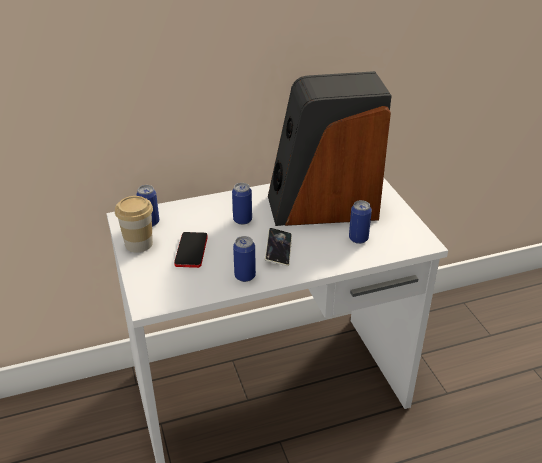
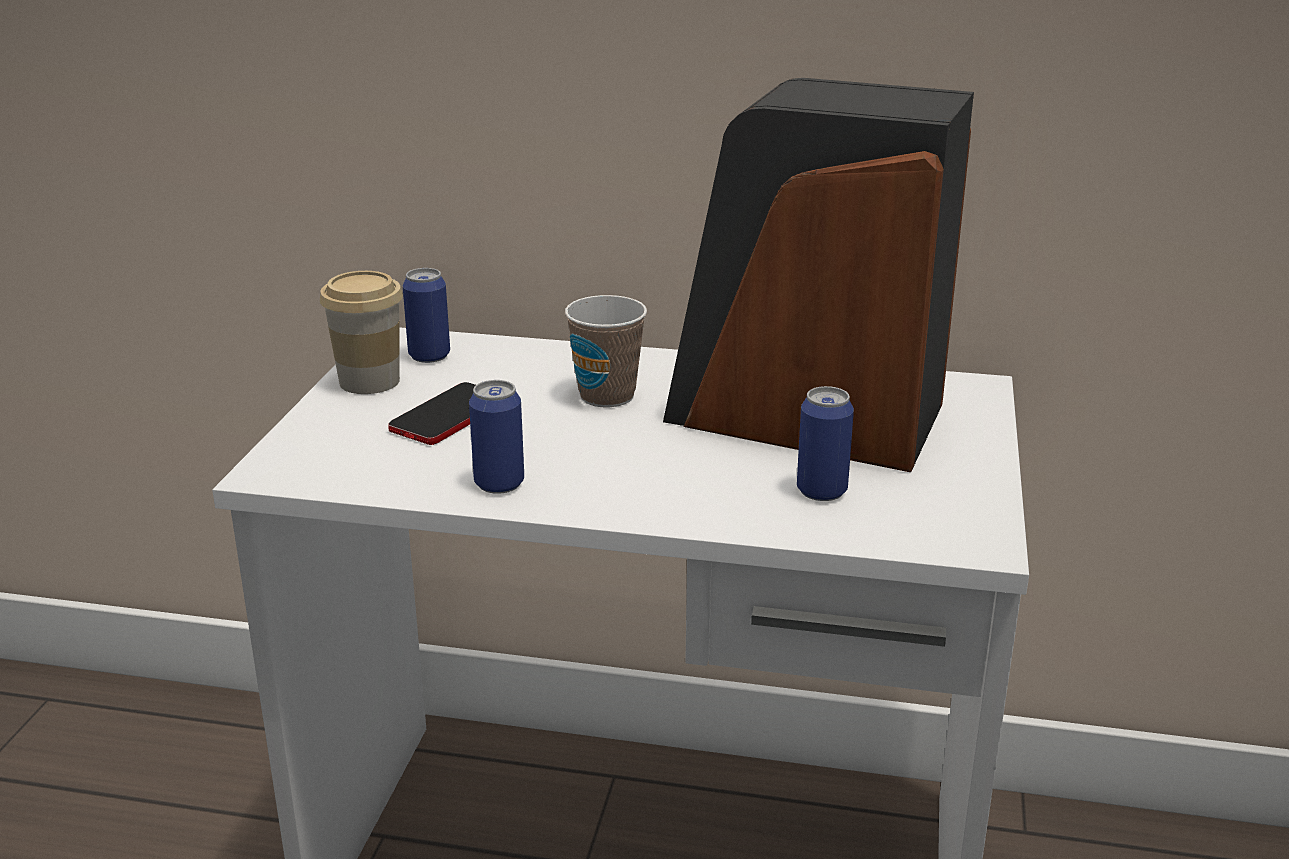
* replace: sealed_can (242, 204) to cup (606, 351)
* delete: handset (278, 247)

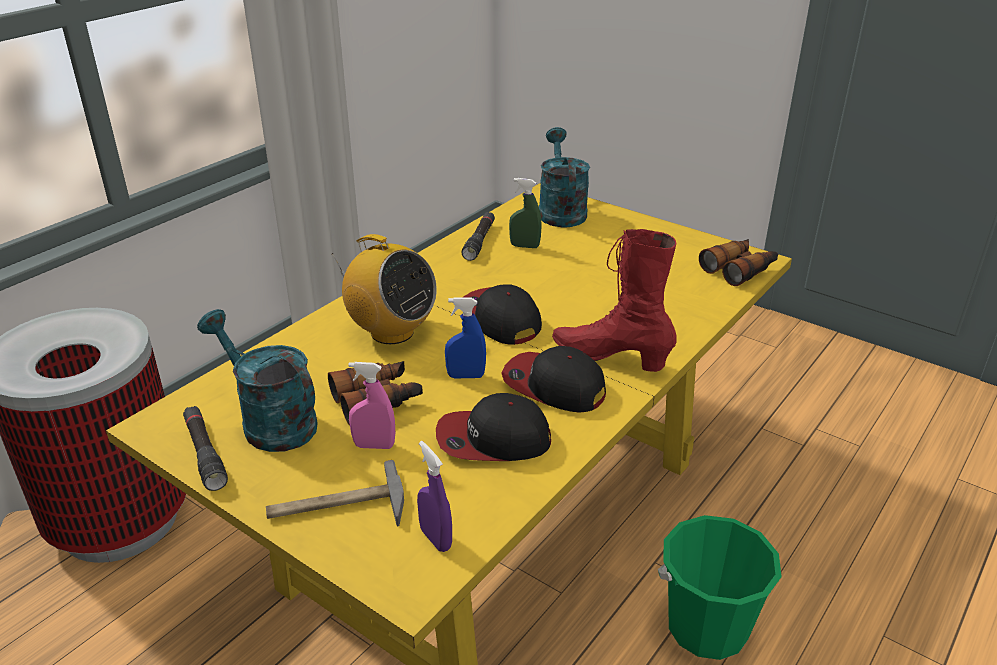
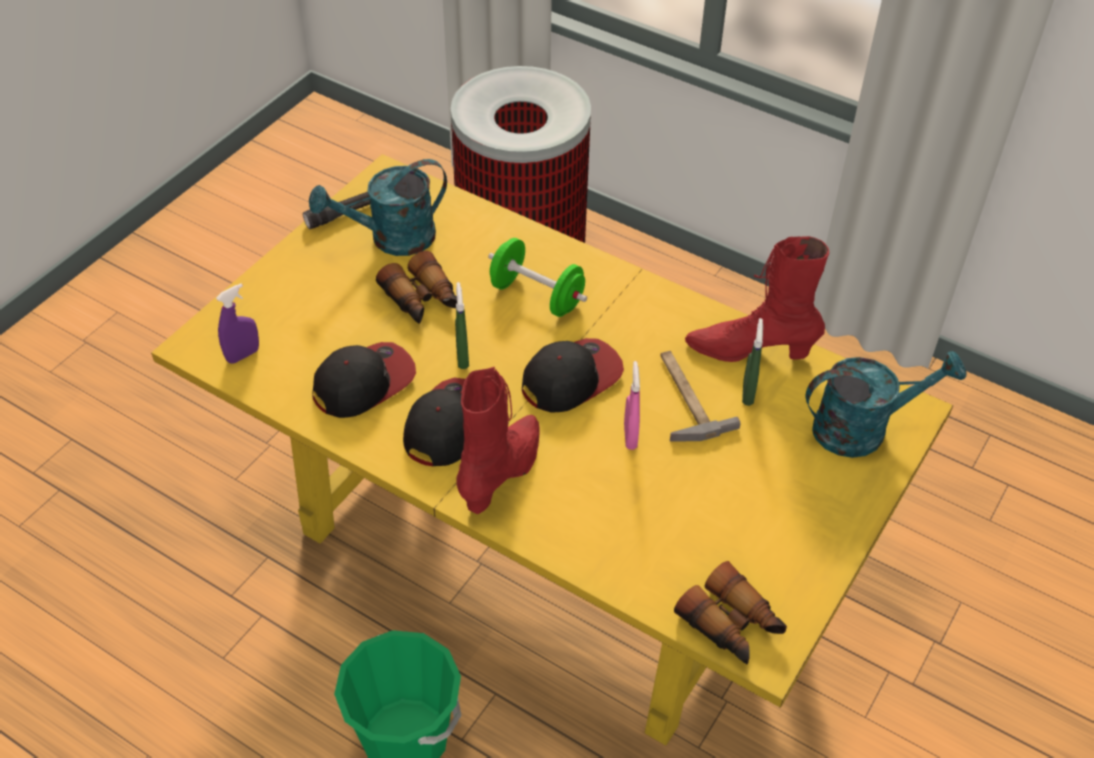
* rotate: turquoise_sprinkling_can (257, 380) = (378, 207) 150 degrees counterclockwise
* move: hammer (335, 493) to (700, 396)
* replace: radio_set (384, 289) to green_hand_weight (537, 277)
* move: pink-coloured_spray_bottle (371, 405) to (632, 405)
* rotate: peaked_cap (493, 427) = (364, 380) 60 degrees clockwise
* recolor: bluish_spray_bottle (465, 337) to green_spray_bottle (462, 325)
* replace: blackish_flashlight (478, 236) to red_tall_boot (757, 299)

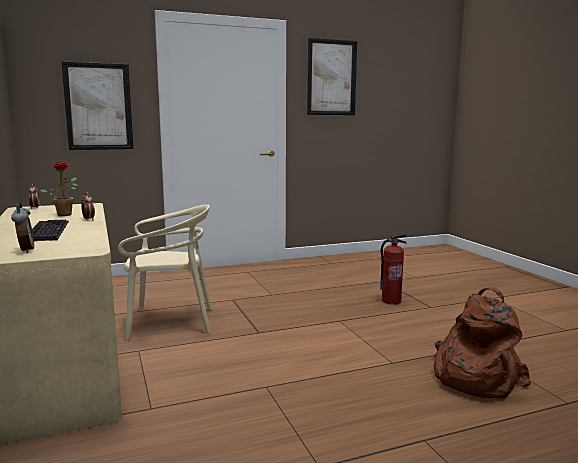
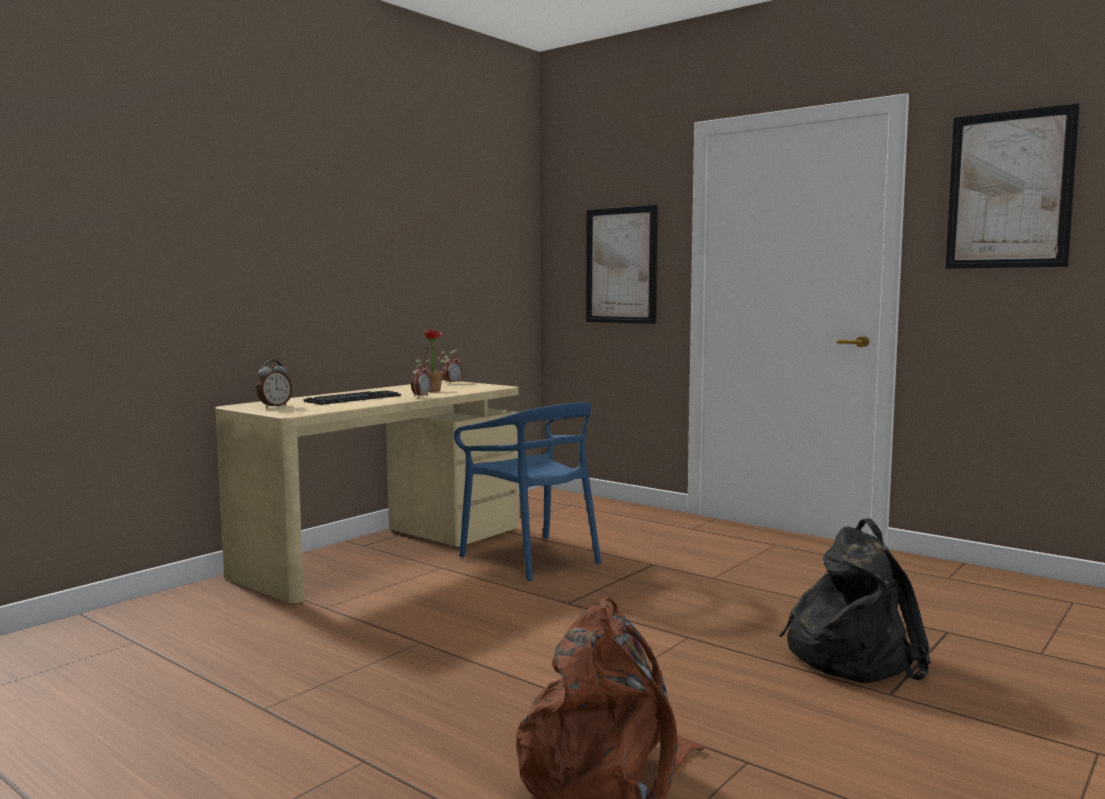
* recolor: sand-coloured_chair (165, 272) to bluish_chair (527, 491)
* replace: extinguisher (393, 269) to blackish_rucksack (855, 600)

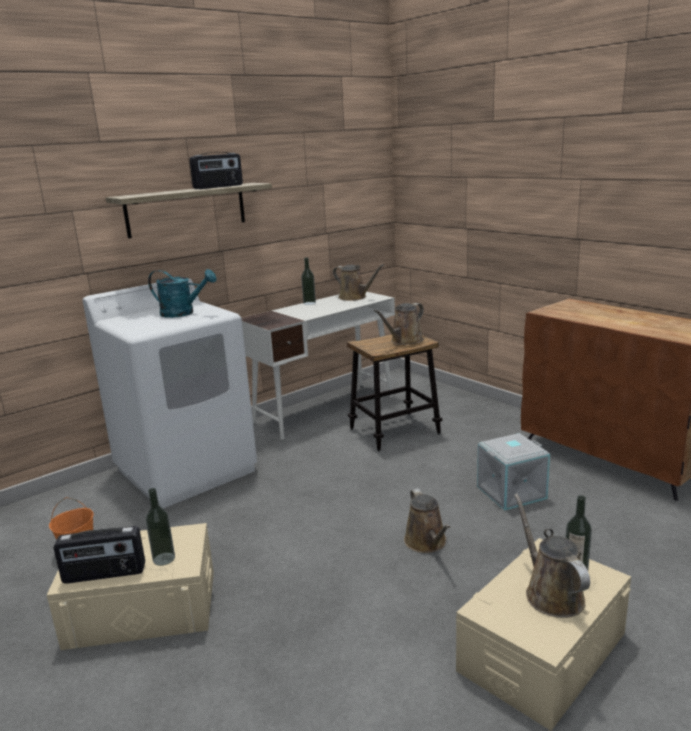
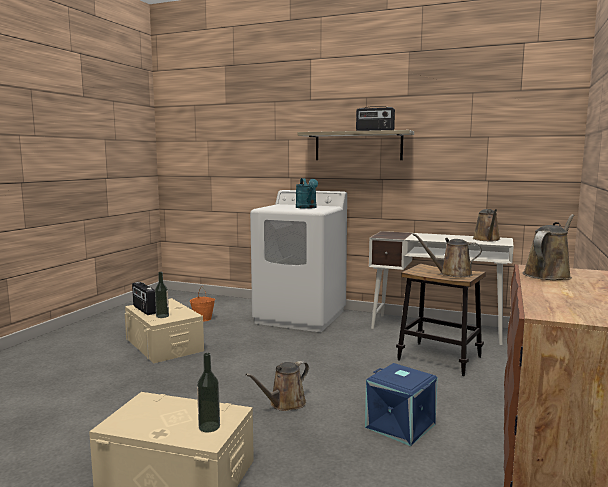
* delete: bottle (308, 281)
* recolor: grey_storage_box (513, 472) to bluish_storage_box (401, 404)
* move: brown_sprinkling_can (552, 555) to (548, 247)

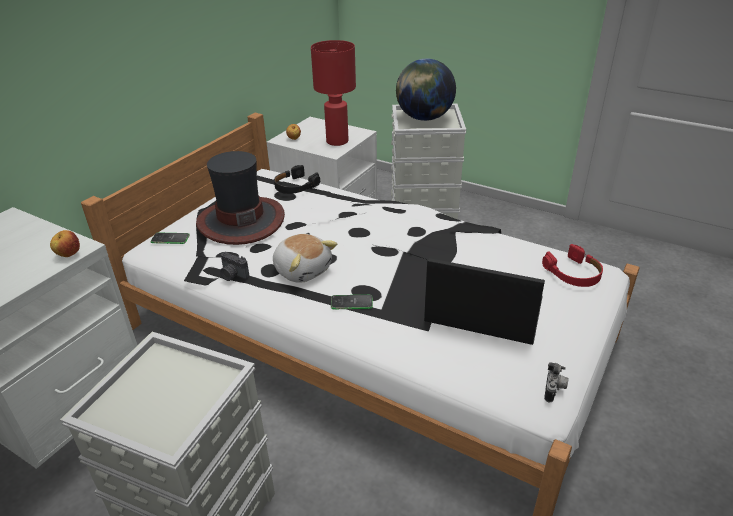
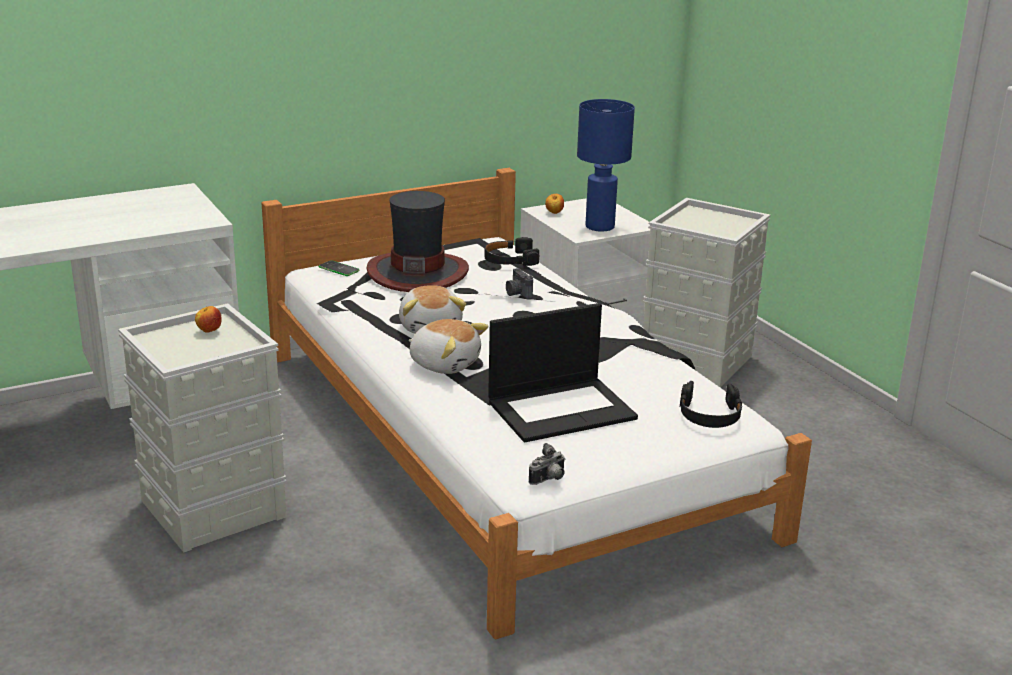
* move: apple (65, 243) to (208, 319)
* move: still_camera (235, 266) to (519, 283)
* recolor: red_table_lamp (333, 93) to bluish_table_lamp (606, 165)
* replace: handset (352, 302) to soft_toy (448, 346)
* delete: desk_globe (426, 89)
* rotate: portable_computer (484, 301) = (563, 372) 105 degrees clockwise
* recolor: red_headphones (572, 265) to blackish_headphones (711, 404)

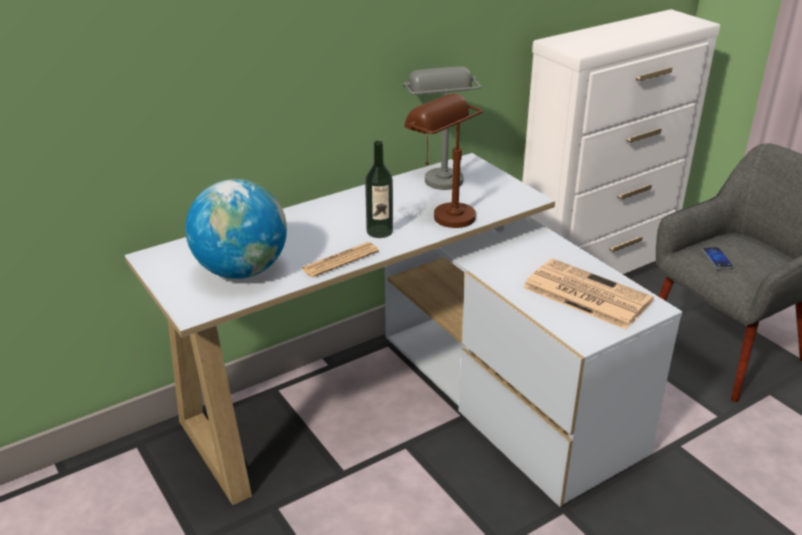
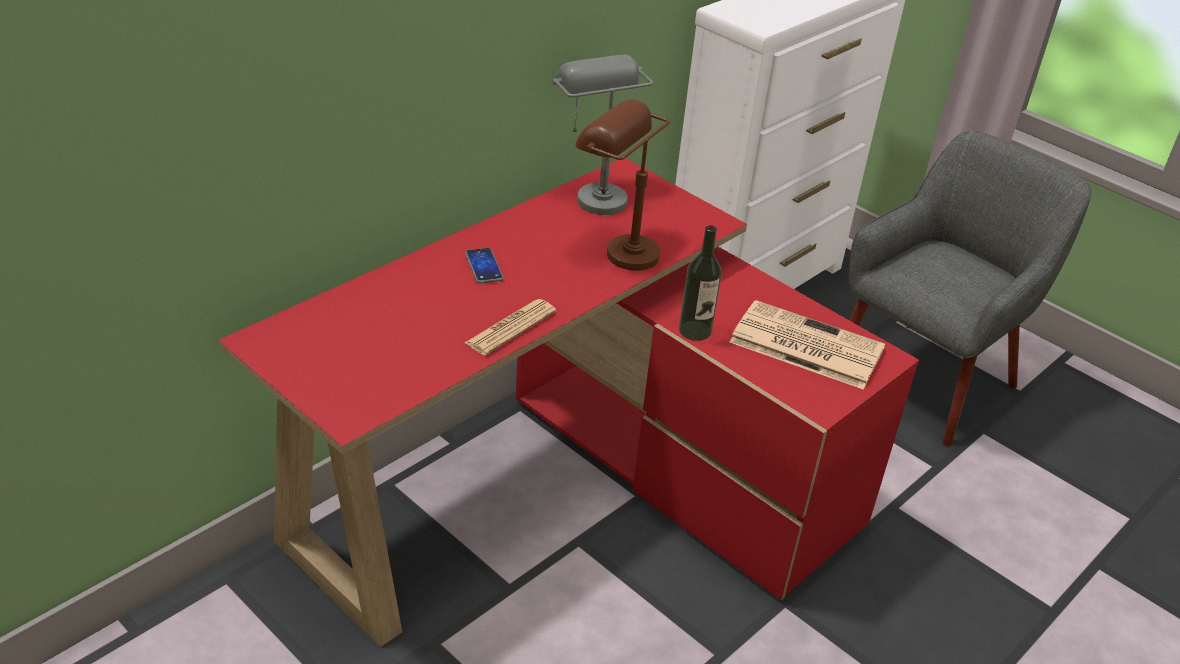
* recolor: white-coloured_desk_table (403, 330) to red_desk_table (568, 402)
* delete: desk_globe (236, 229)
* move: bottle (379, 189) to (700, 283)
* move: handset (718, 258) to (484, 265)

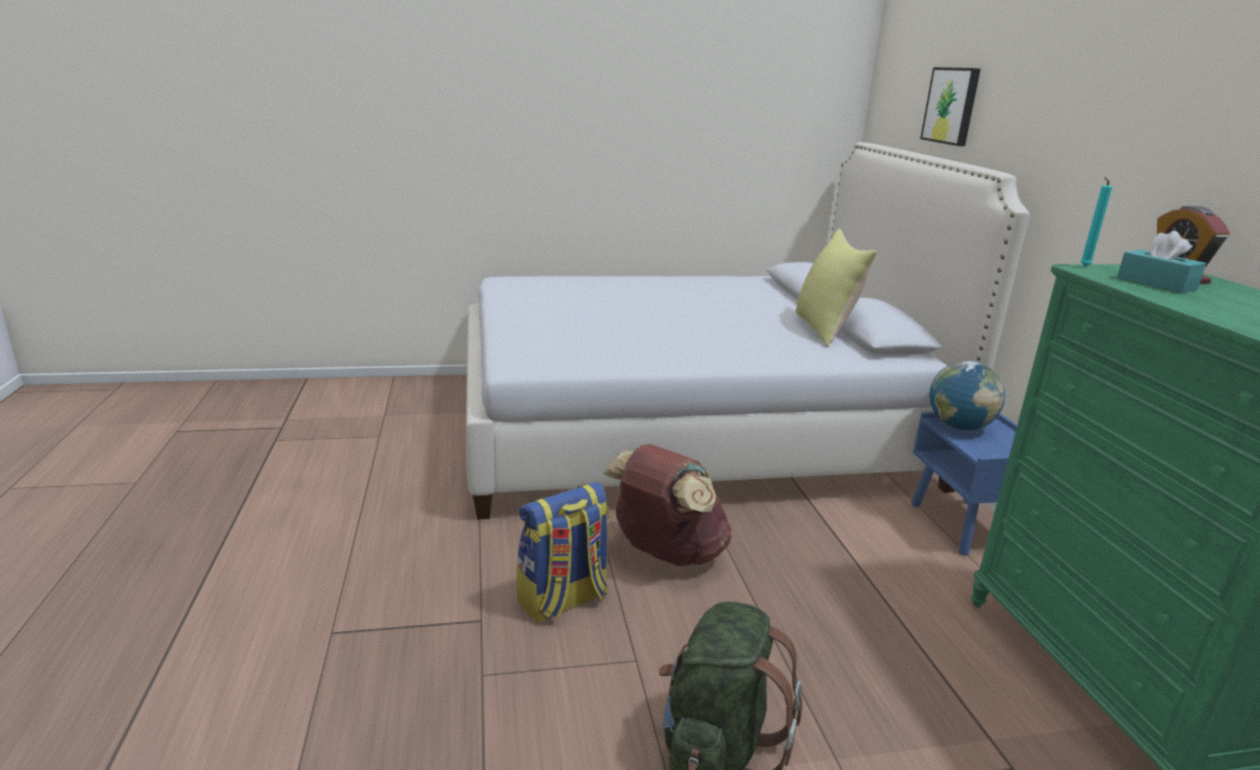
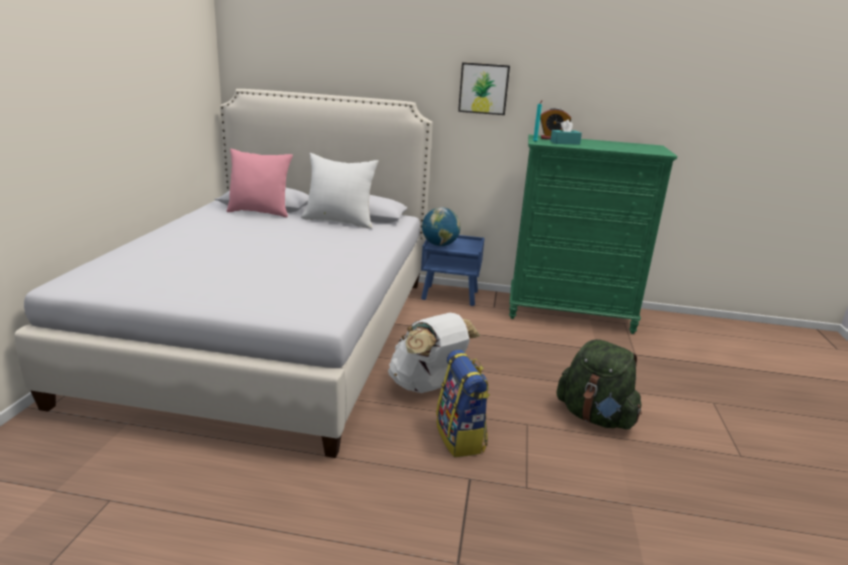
* recolor: brown_rucksack (667, 505) to white-coloured_rucksack (434, 353)
* recolor: yellow-coloured_throw_pillow (836, 288) to white-coloured_throw_pillow (340, 191)
* move: wall_art (950, 106) to (484, 88)
* insert: pink-coloured_throw_pillow (260, 183)

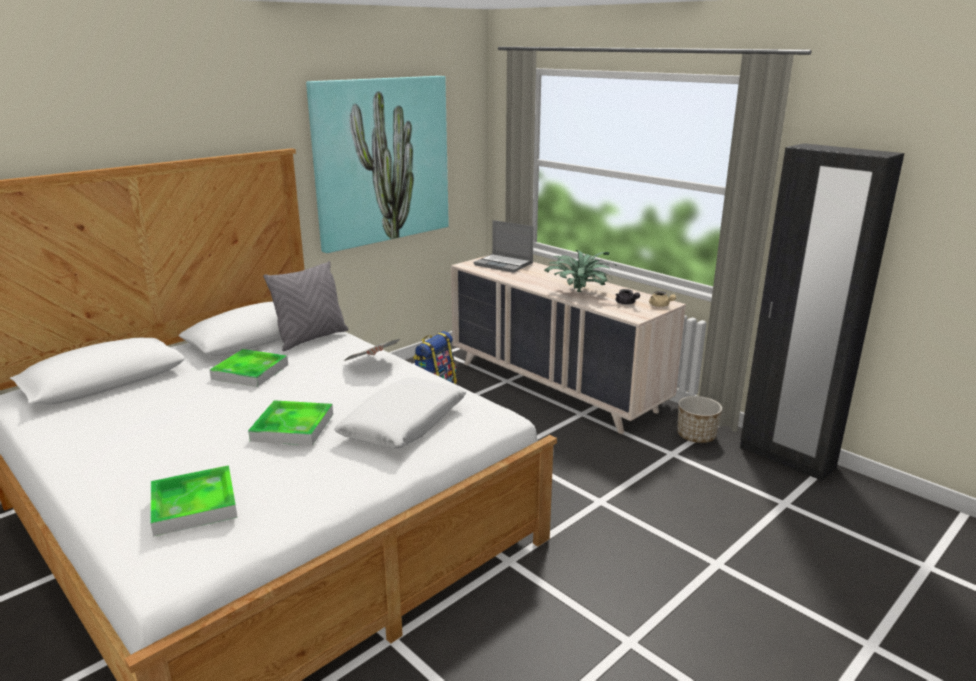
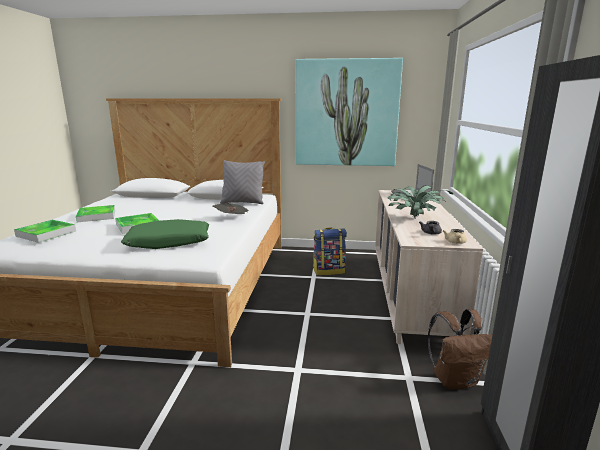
* move: serving_tray (249, 368) to (95, 213)
* recolor: white-coloured_throw_pillow (400, 412) to green_throw_pillow (165, 234)
* replace: plant_pot (699, 419) to brown_rucksack (460, 349)

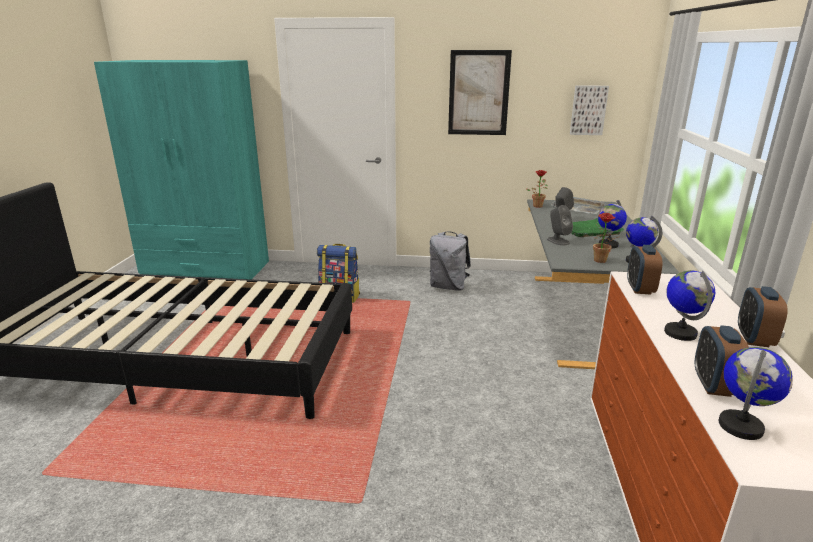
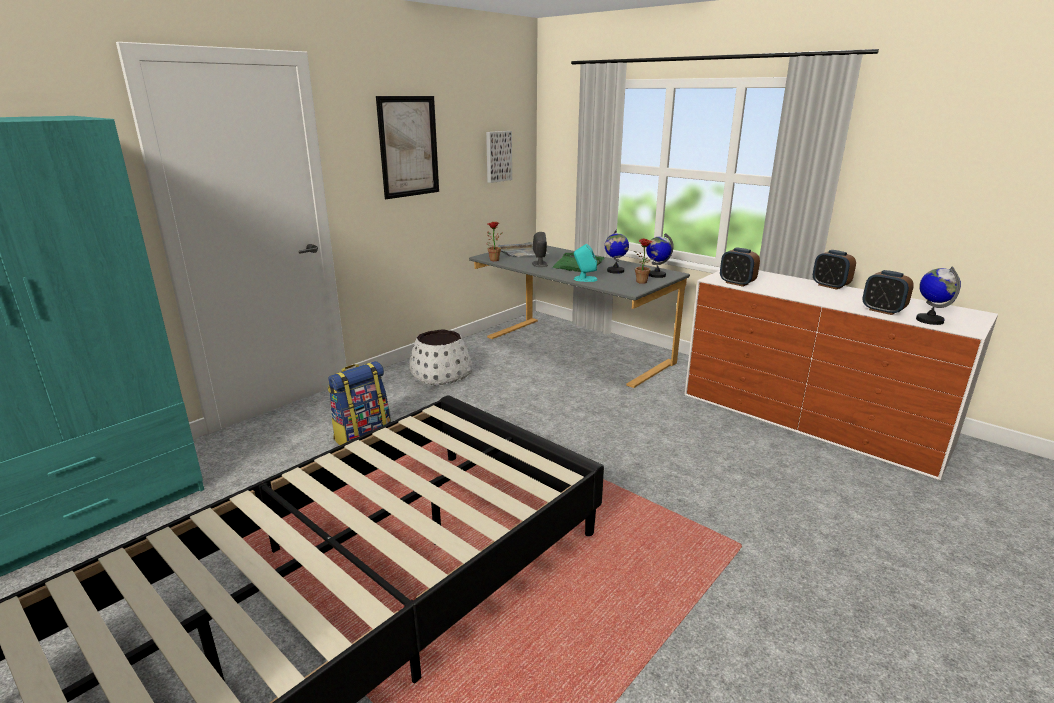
* replace: grey_rucksack (450, 261) to white-coloured_plant_pot (440, 357)
* recolor: grey_speaker (560, 225) to turquoise_speaker (586, 263)
* delete: desk_globe (689, 305)

